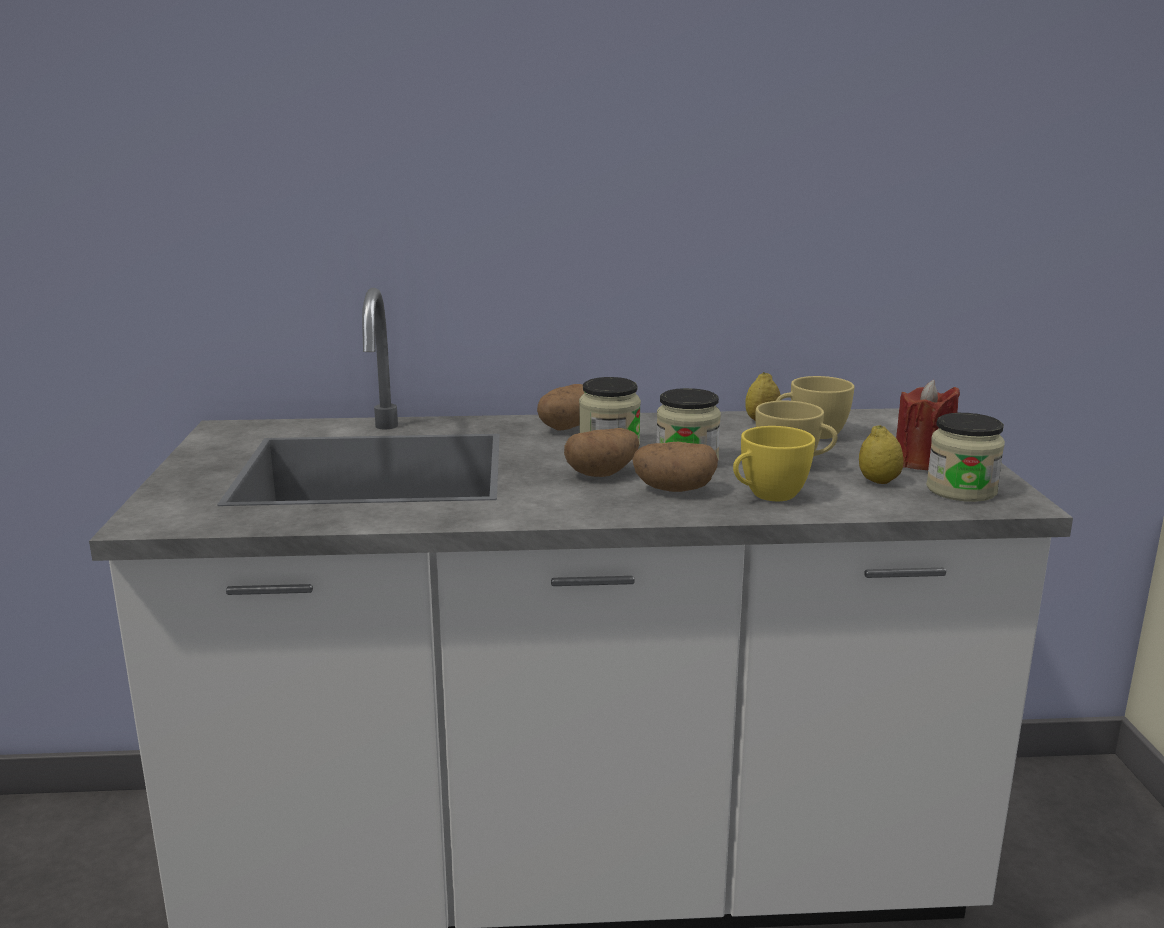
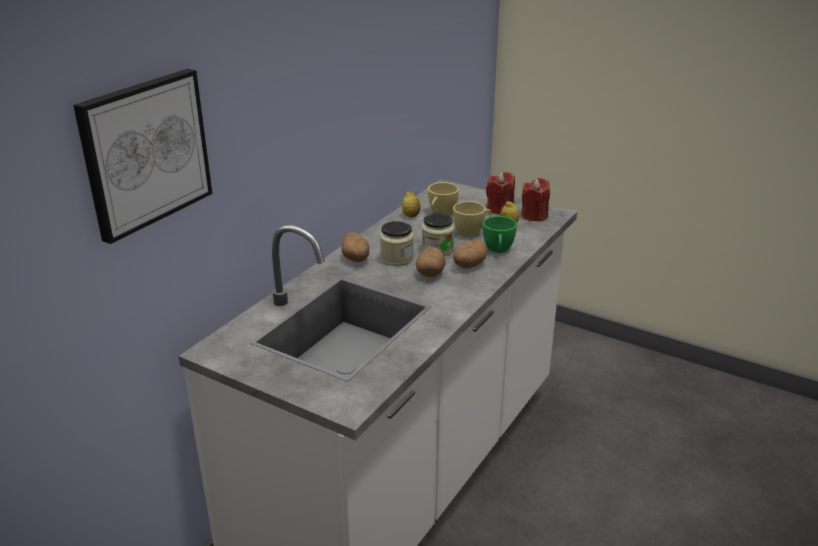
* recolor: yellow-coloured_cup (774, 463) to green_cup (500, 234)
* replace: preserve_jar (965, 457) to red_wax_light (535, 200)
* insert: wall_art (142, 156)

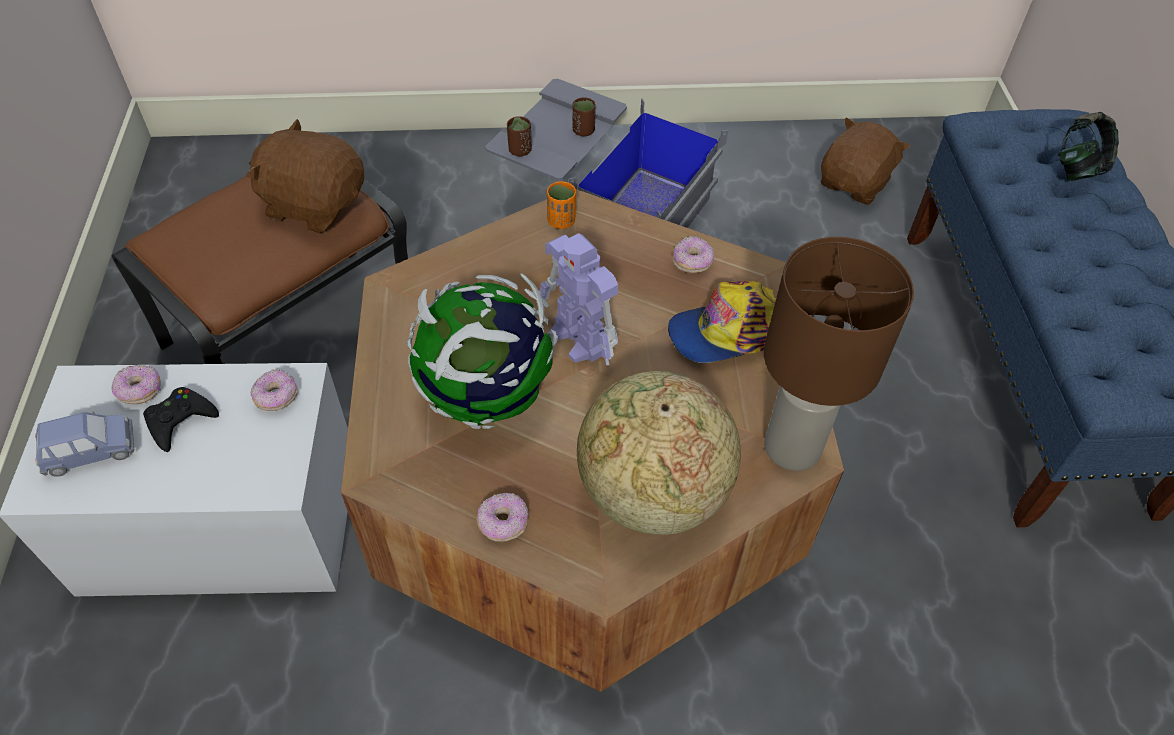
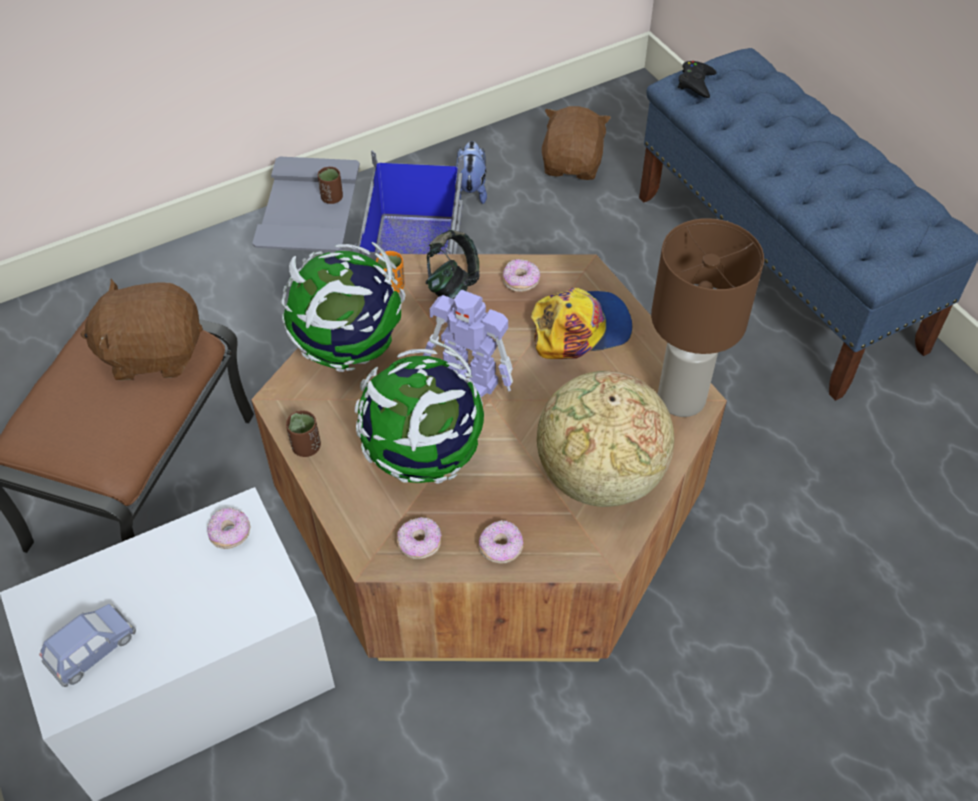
* move: donut (136, 384) to (419, 538)
* move: blackish_joypad (181, 419) to (697, 79)
* move: brown_cup (519, 136) to (303, 433)
* rotate: peaked_cap (722, 322) = (582, 323) 150 degrees counterclockwise
* move: headphones (1088, 146) to (453, 264)
* insert: desk_globe (343, 307)
* insert: soft_toy (471, 172)

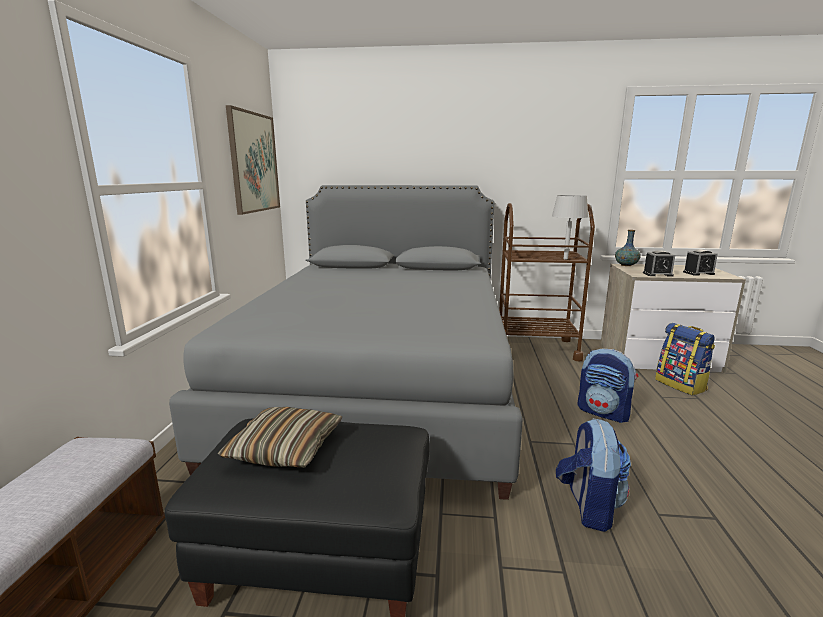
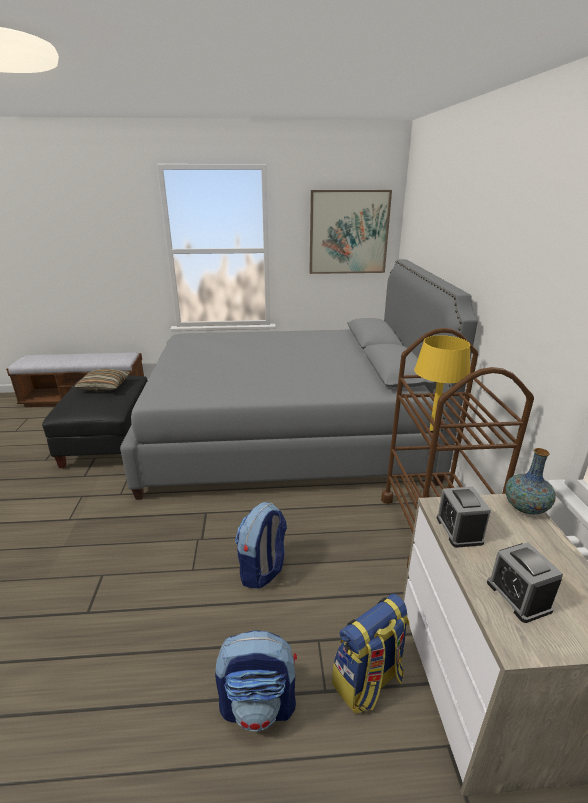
* recolor: grey_table_lamp (570, 227) to yellow-coloured_table_lamp (442, 383)
* move: rucksack (593, 475) to (256, 680)

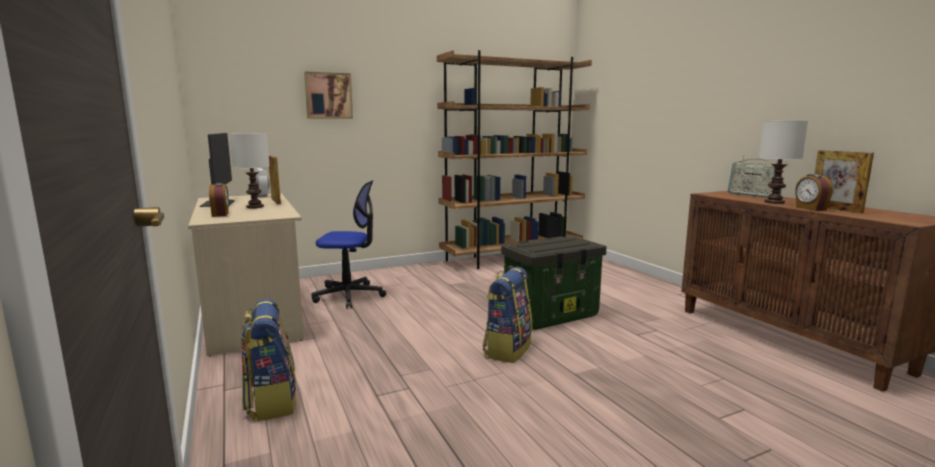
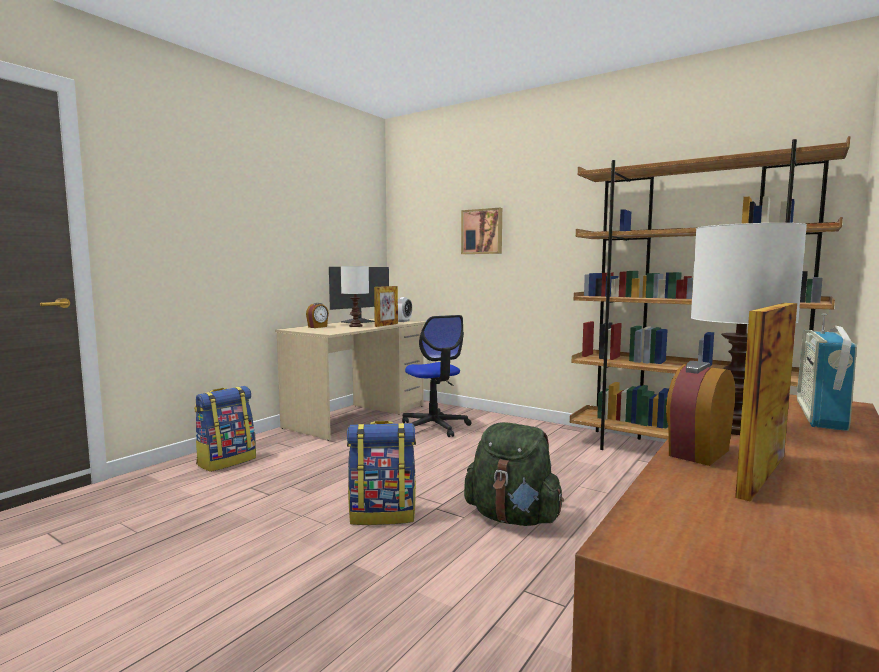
* replace: storage_box (554, 283) to green_rucksack (514, 474)

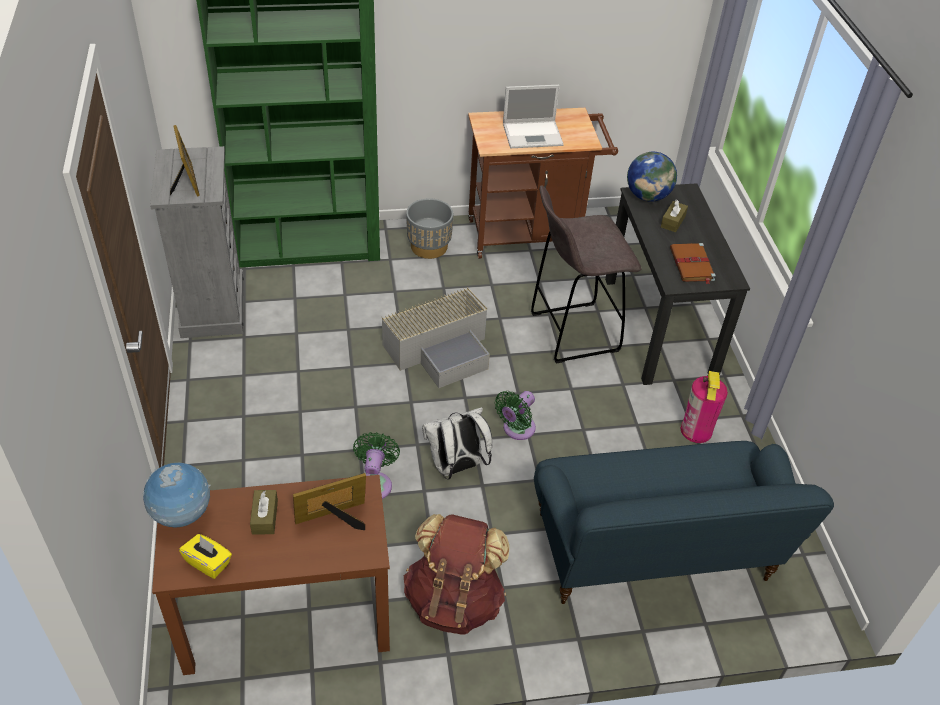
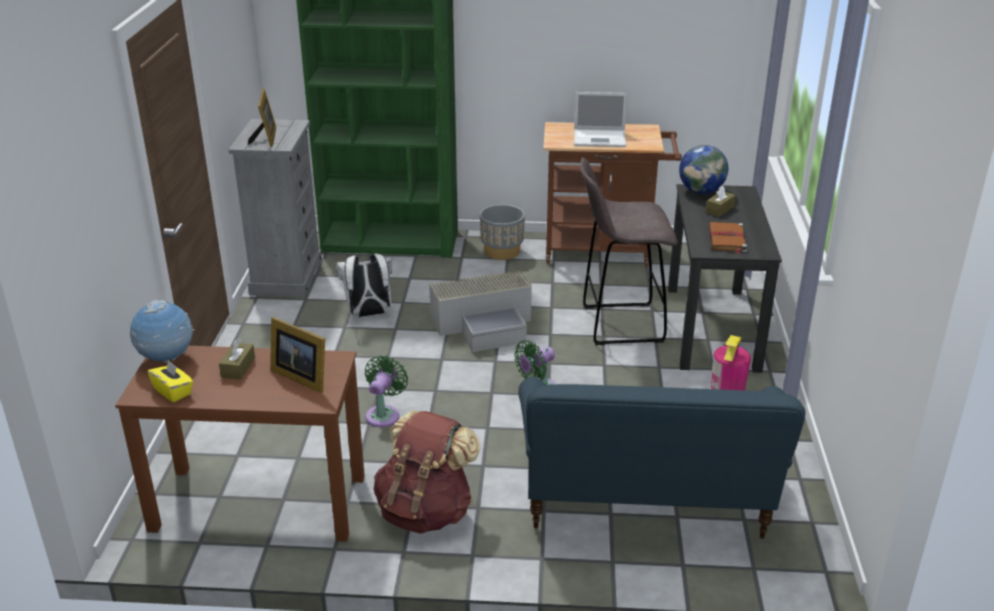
* rotate: standing_frame (329, 501) = (297, 355) 135 degrees counterclockwise
* move: white-coloured_rucksack (457, 443) to (364, 285)

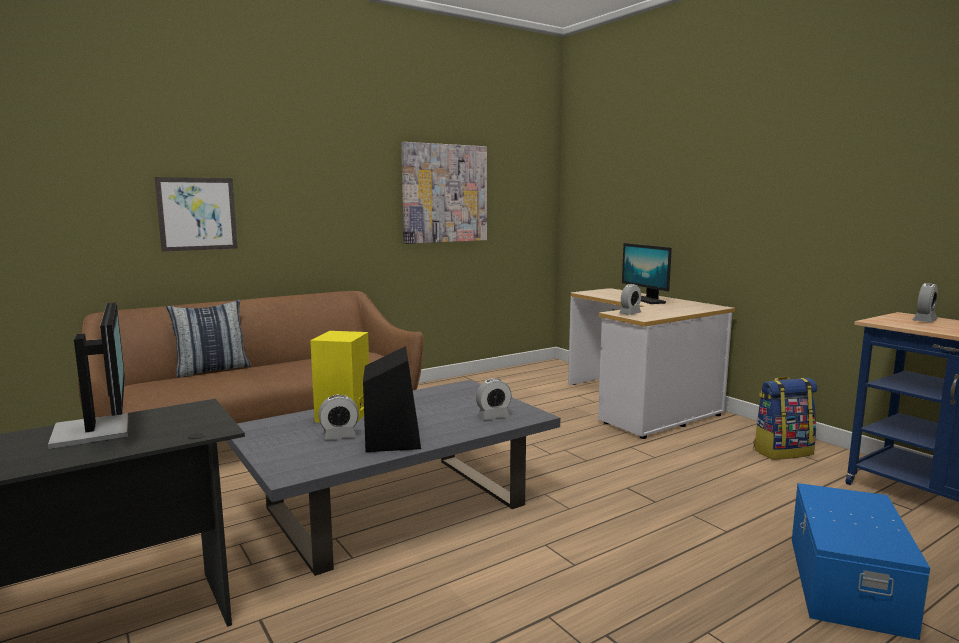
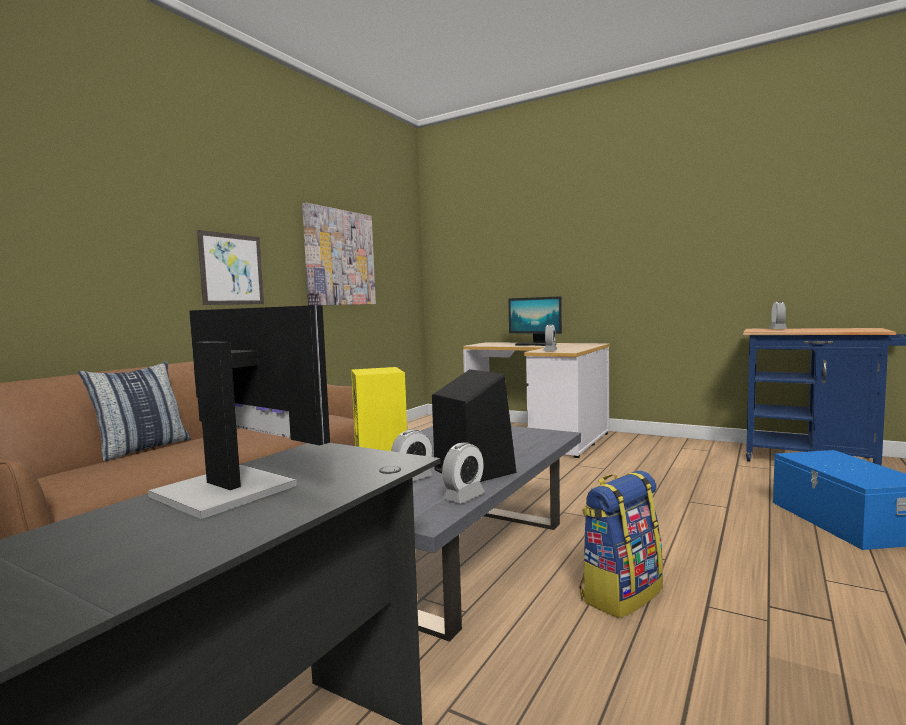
* move: wall_art (196, 214) to (230, 267)
* move: table_clock (494, 399) to (463, 472)
* move: rucksack (785, 418) to (621, 544)

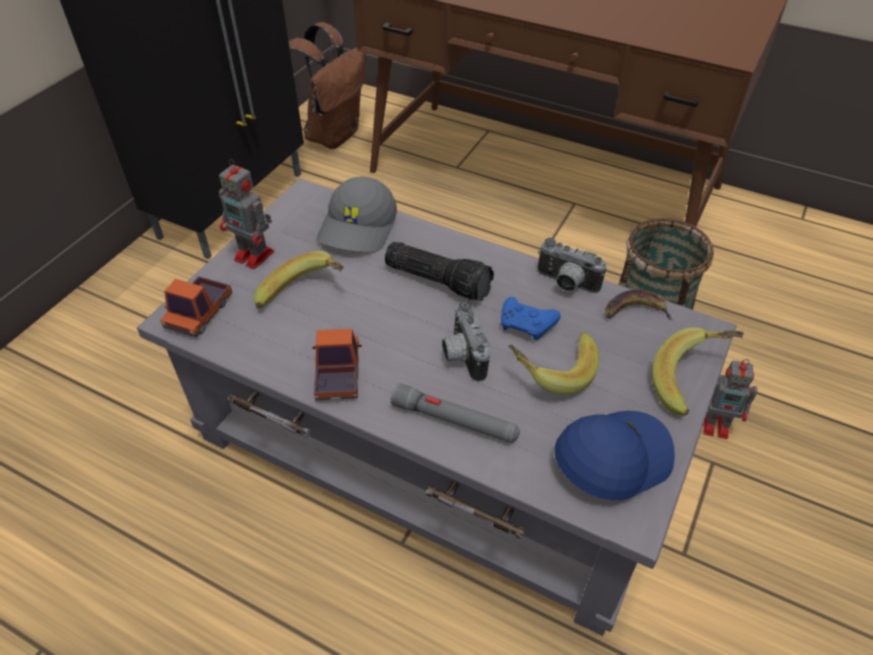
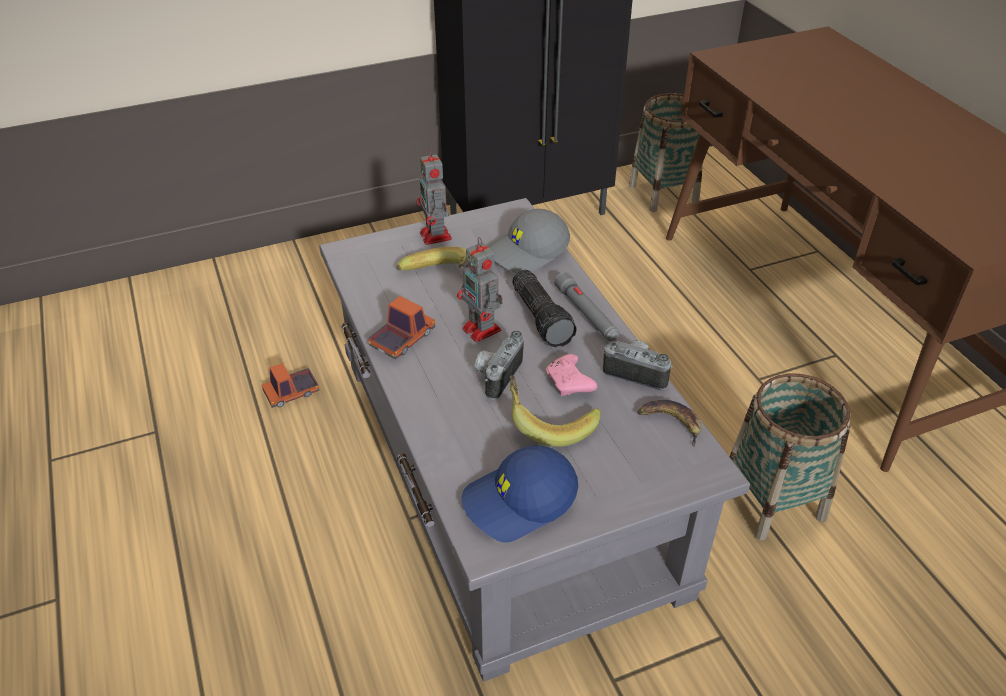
* move: model_truck (196, 306) to (290, 385)
* replace: brown_rucksack (327, 85) to storage_basket (666, 152)
* move: grey_flashlight (455, 413) to (587, 306)
* recolor: bluish_joypad (531, 318) to pink-coloured_joypad (571, 375)
* rotate: still_camera (572, 265) = (638, 365) 135 degrees clockwise
* rotate: bluish_peaked_cap (614, 455) = (520, 494) 150 degrees clockwise
* delete: banana_fruit (697, 371)
* move: robot_figure (730, 399) to (480, 289)

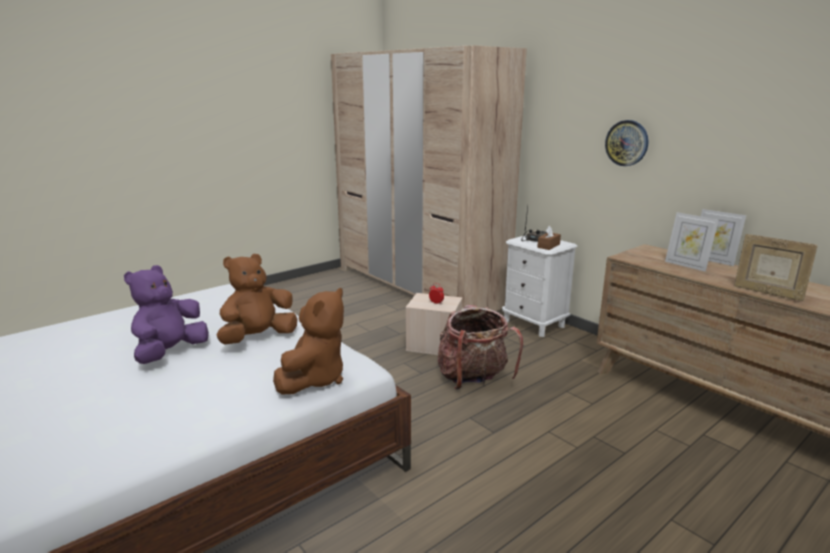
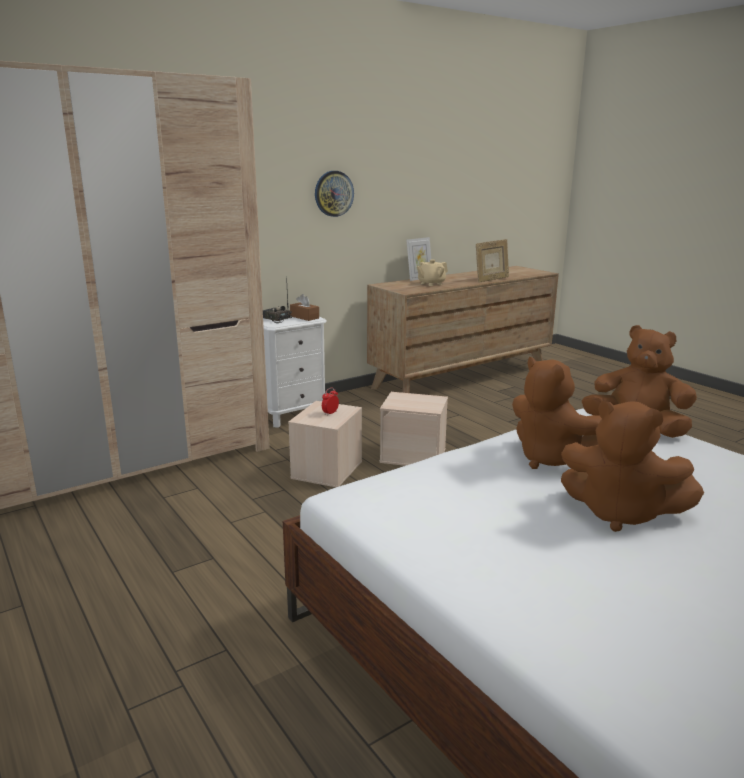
* recolor: purple-coloured_soft_toy (166, 314) to brown_soft_toy (632, 466)
* replace: rucksack (480, 347) to sand-coloured_storage_box (413, 429)
* replace: standing_frame (692, 242) to sand-coloured_tea_pot (432, 273)

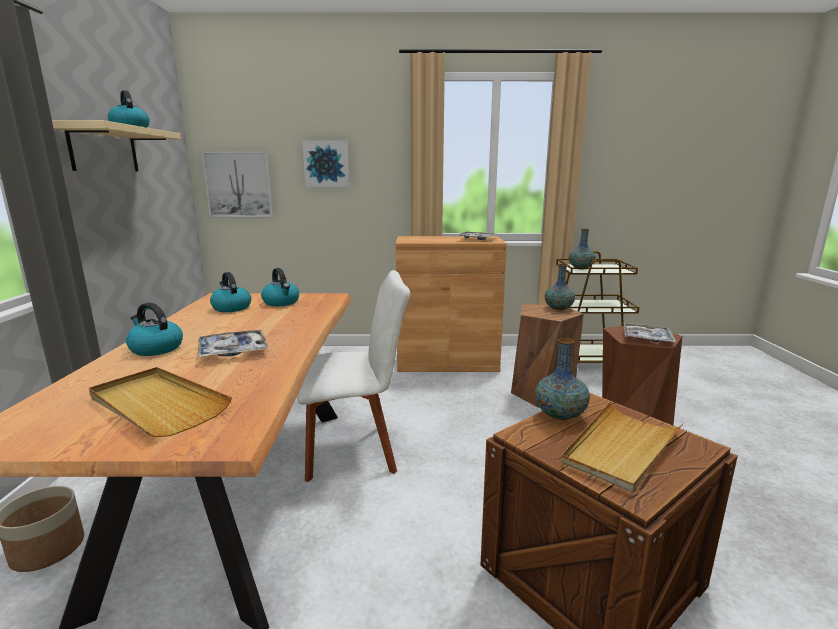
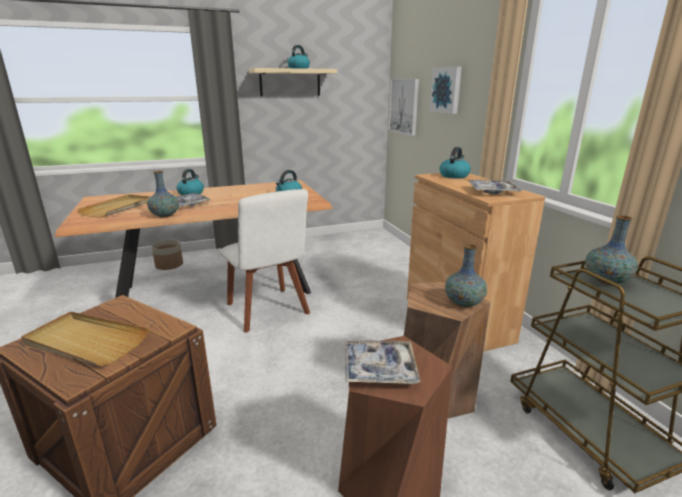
* move: tea_kettle (230, 292) to (455, 162)
* move: vase (562, 379) to (163, 194)

